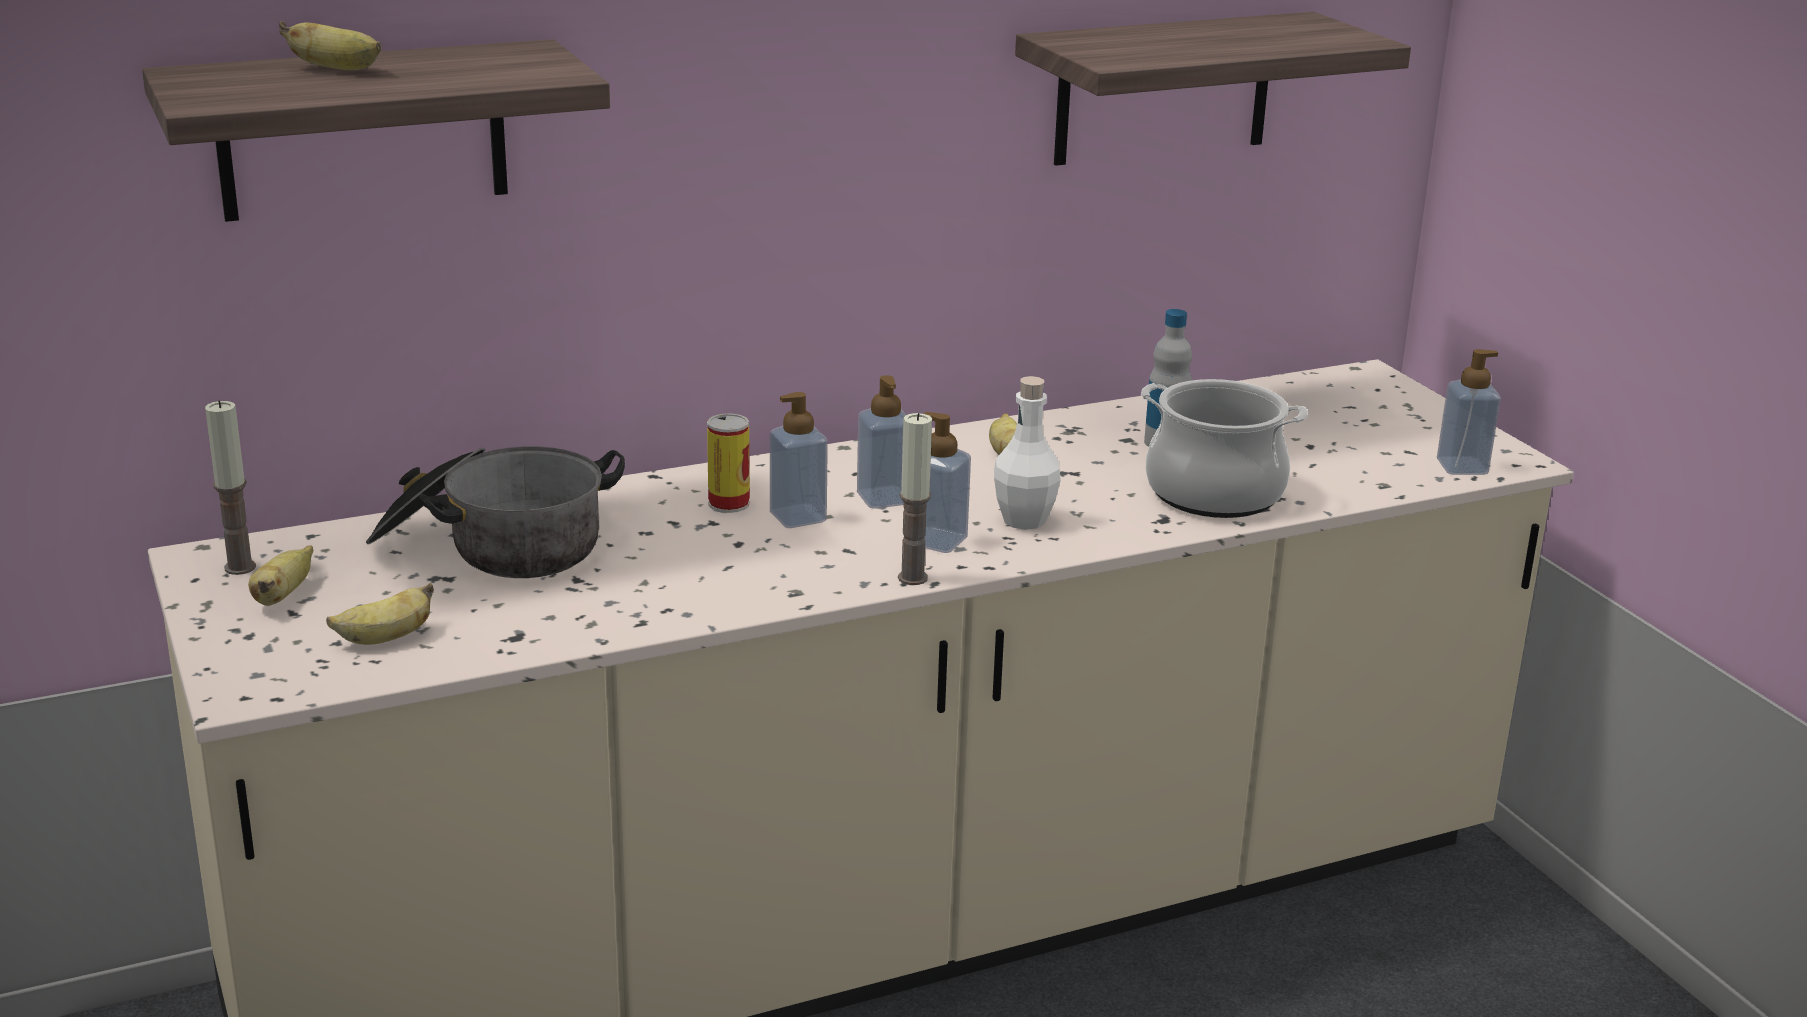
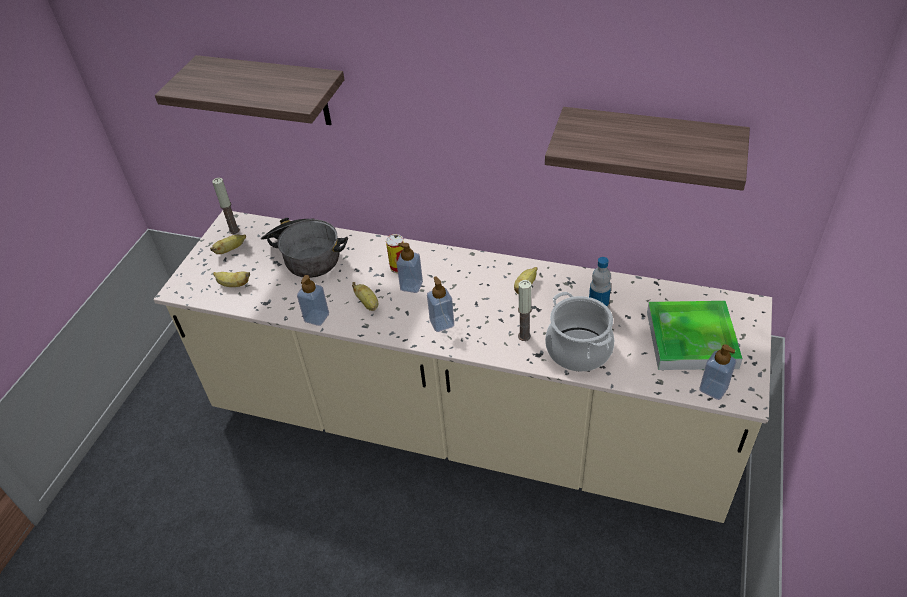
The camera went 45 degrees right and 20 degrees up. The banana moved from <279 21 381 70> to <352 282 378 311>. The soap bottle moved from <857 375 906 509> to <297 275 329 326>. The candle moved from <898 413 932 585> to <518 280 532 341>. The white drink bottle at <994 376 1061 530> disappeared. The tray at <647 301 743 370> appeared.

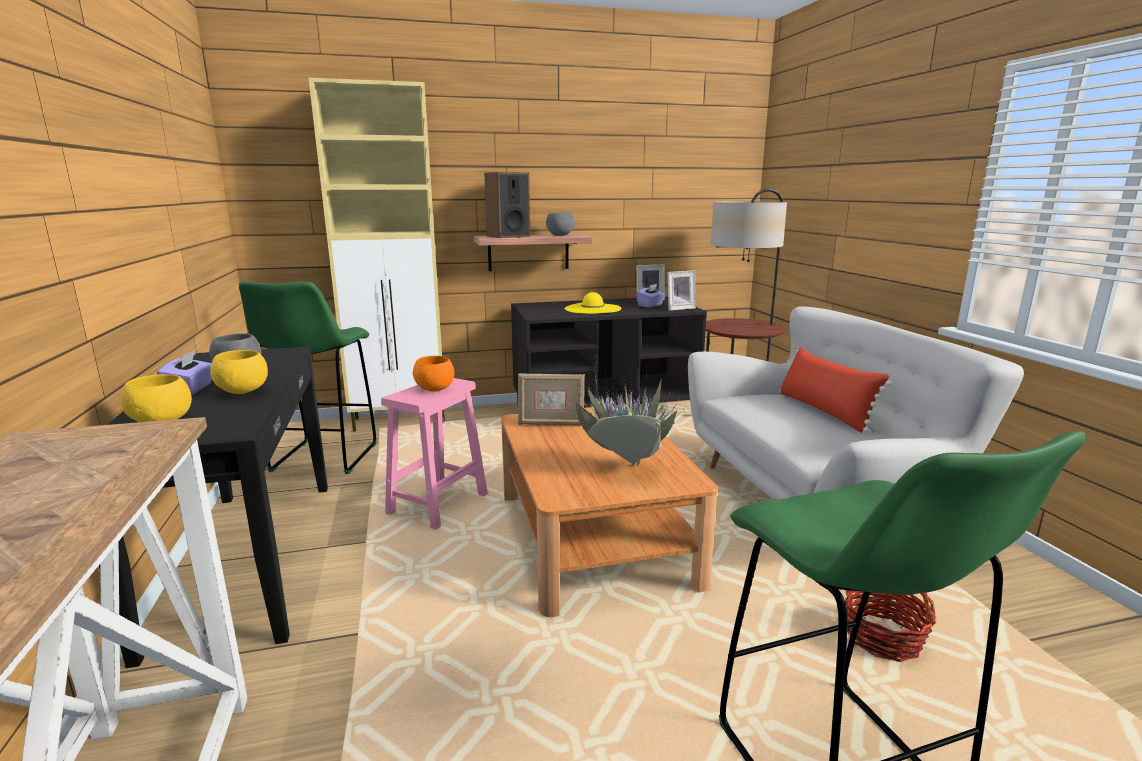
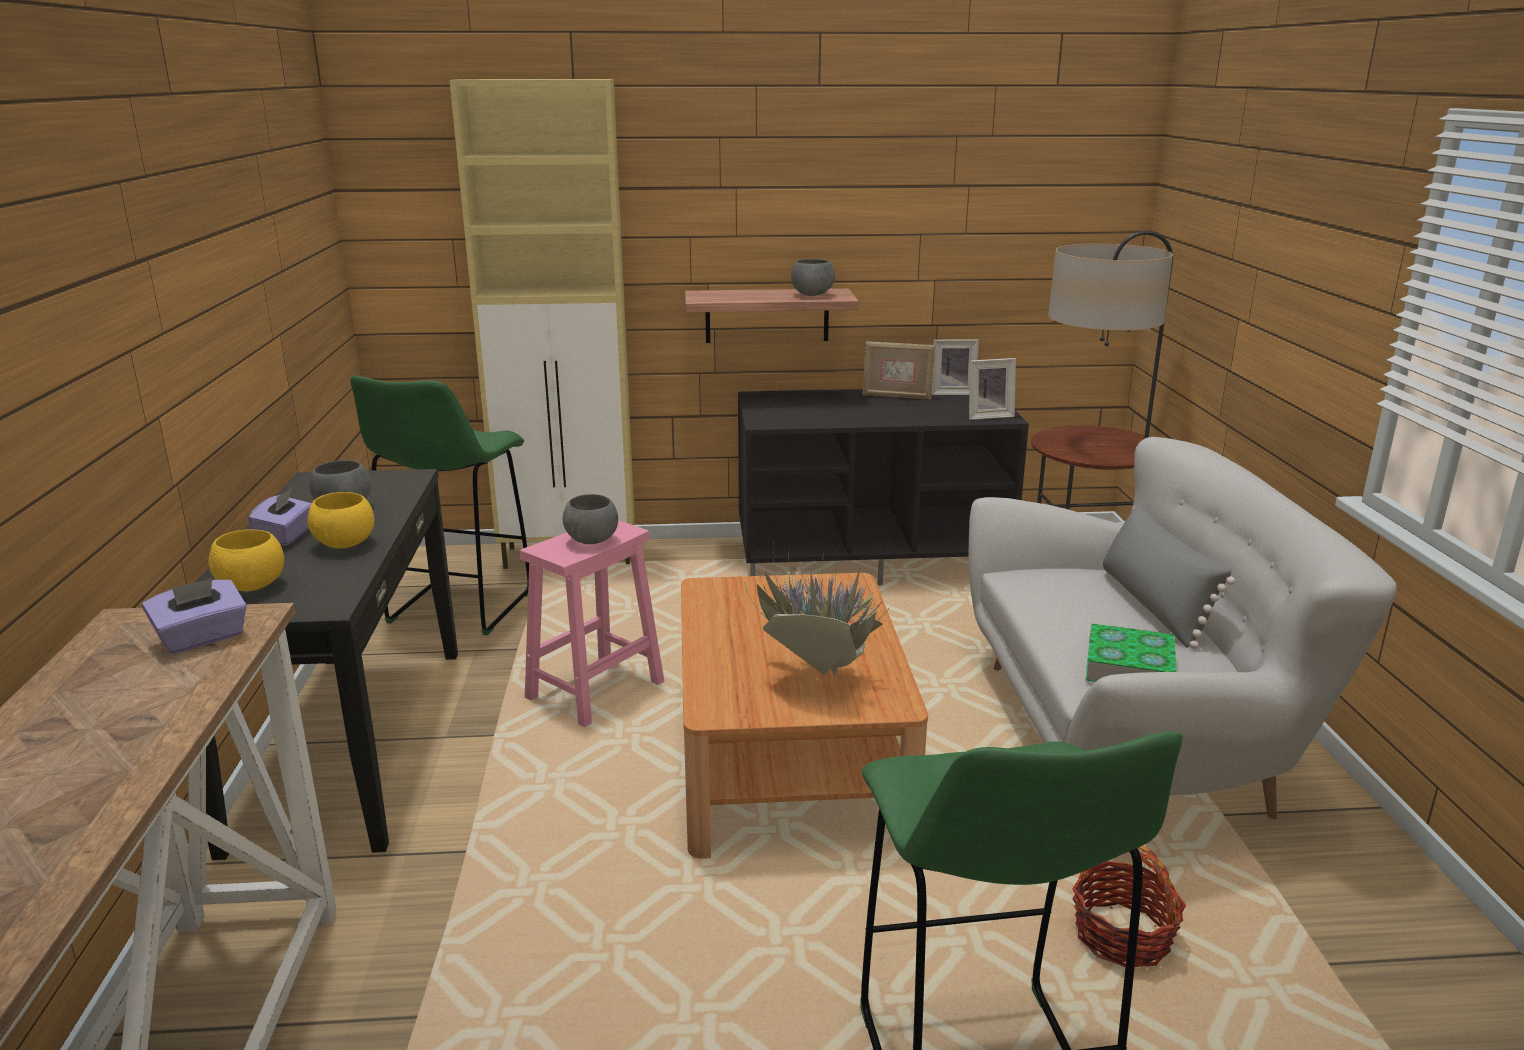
The camera went 10 degrees right and 5 degrees up. The orange serving bowl at <412 356 454 392> became the greyish serving bowl at <562 494 618 544>. The speaker at <484 172 530 238> disappeared. The picture frame moved from <518 373 585 426> to <862 341 935 400>. The yellow-coloured clothing hat at <564 292 621 314> disappeared. The purple-coloured tissue box moved from <636 284 665 308> to <142 578 247 654>. The red-coloured throw pillow at <779 347 892 433> became the greyish throw pillow at <1103 503 1235 649>. The book at <1086 623 1177 682> appeared.

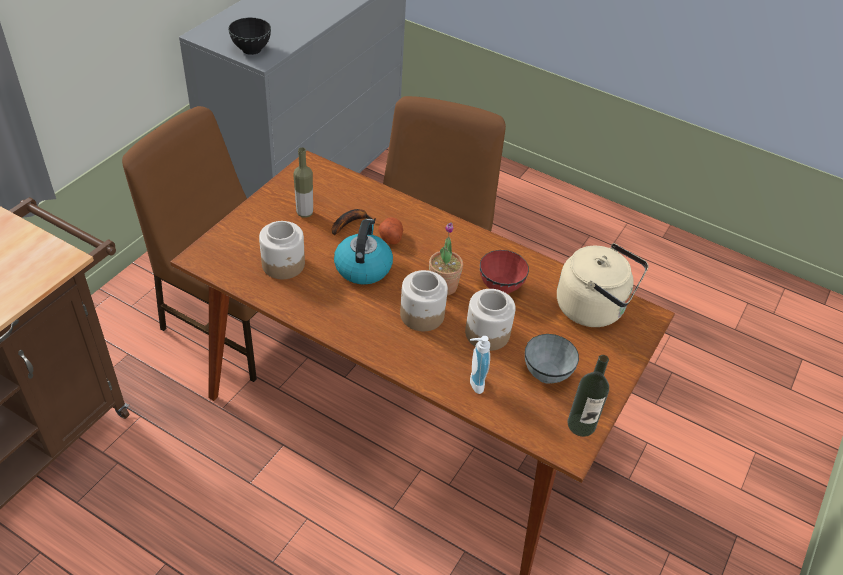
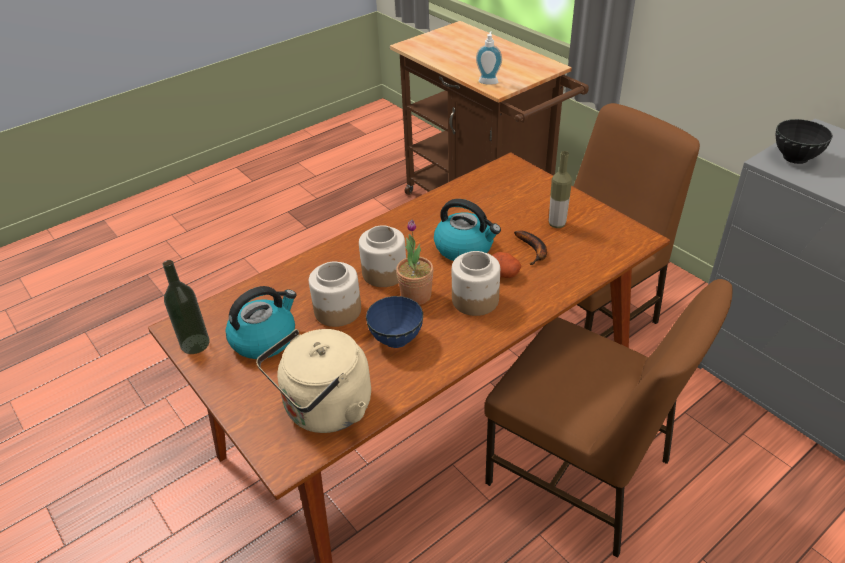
The camera went 115 degrees right and 5 degrees down. The preserve jar moved from <259 221 305 279> to <452 251 500 316>. The soap bottle moved from <470 336 490 394> to <476 31 502 85>. The red-coloured serving bowl at <480 250 529 294> became the blue serving bowl at <366 296 423 348>. The greyish serving bowl at <525 334 579 384> was replaced by the tea kettle at <226 286 297 359>.

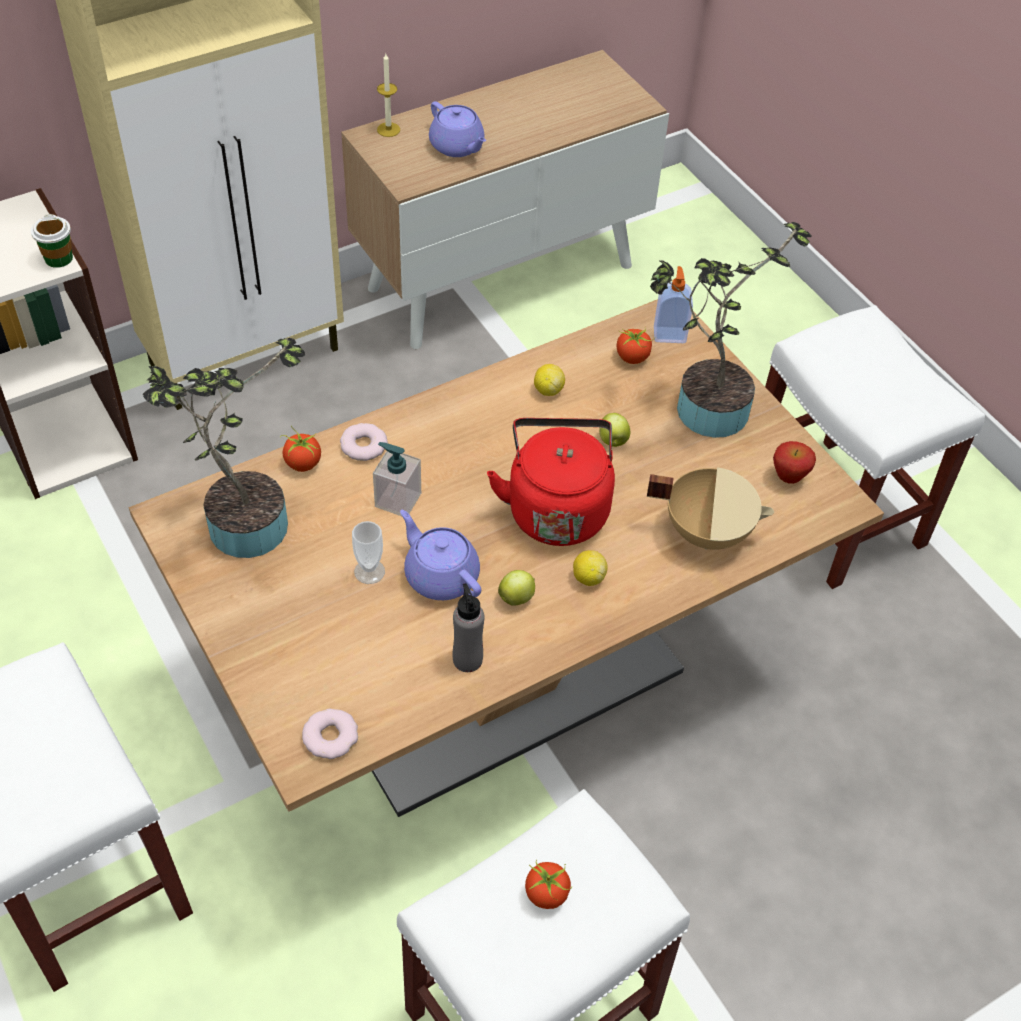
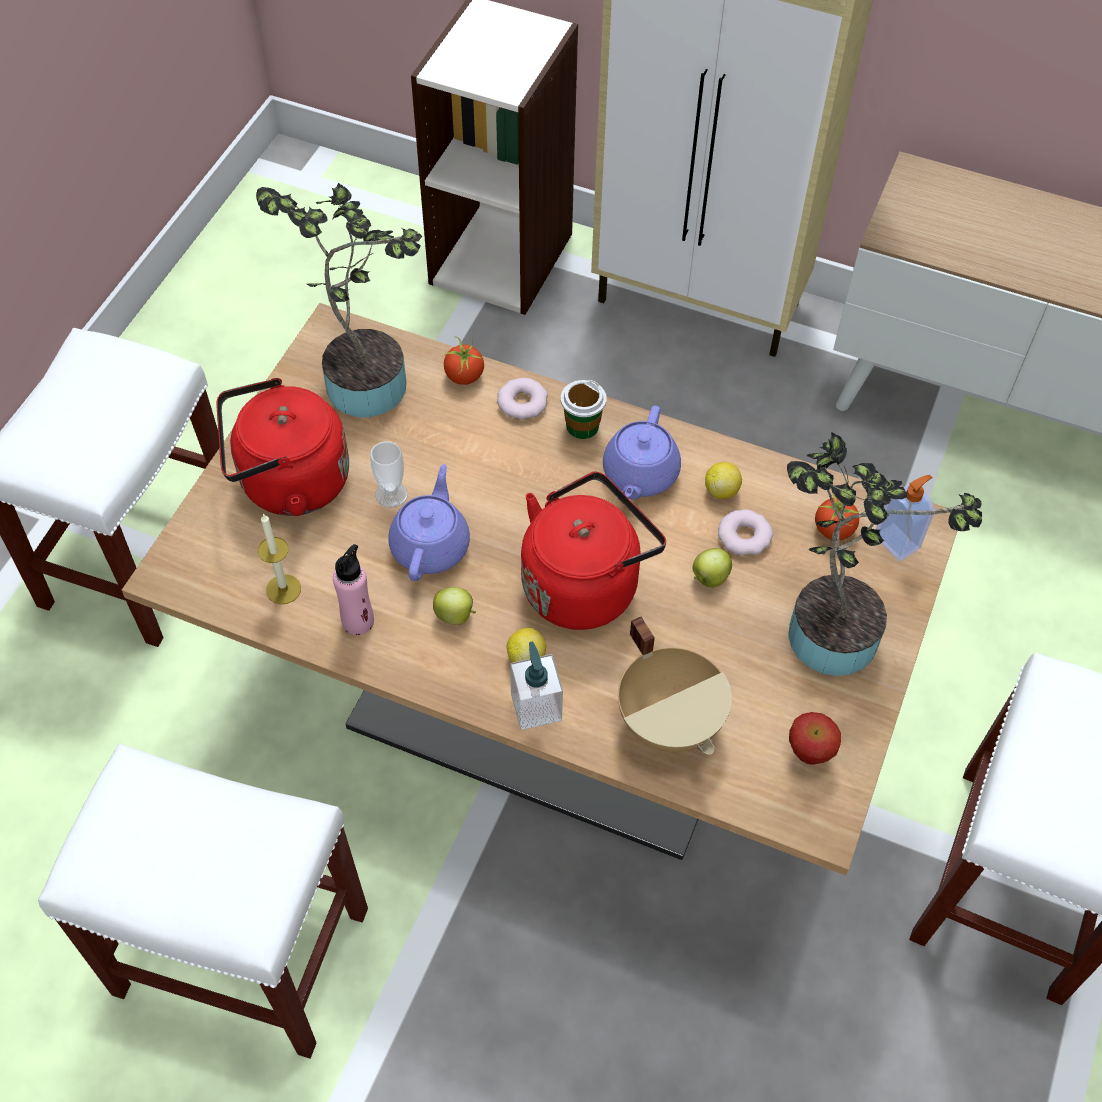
The camera went 55 degrees right and 5 degrees up. The cup moved from <31 214 73 268> to <561 380 607 439>. The doughnut moved from <302 709 358 759> to <718 509 773 556>. The soap bottle moved from <373 442 421 516> to <510 641 563 730>. The candle moved from <377 54 400 137> to <258 513 301 604>. The purple-coloured teapot moved from <429 101 486 157> to <603 406 681 500>. The greyish drink bottle at <452 583 485 672> became the pinkish drink bottle at <333 544 374 635>. The tomato at <525 860 572 909> disappeared. The red-coloured tea kettle at <216 378 349 516> appeared.

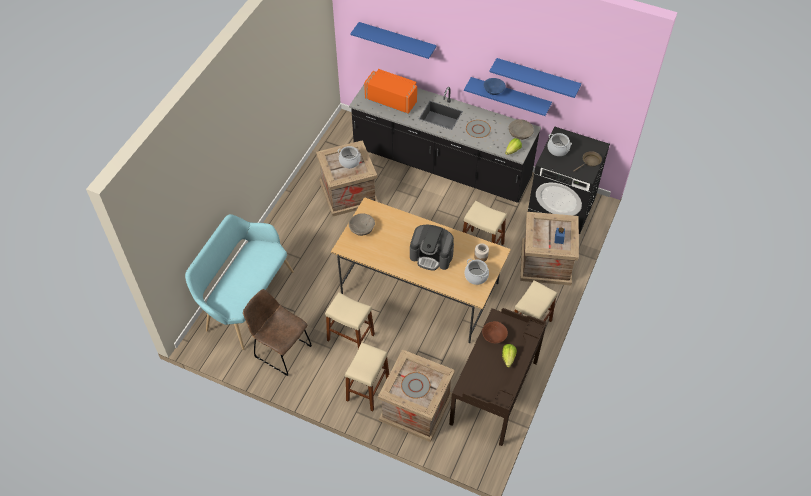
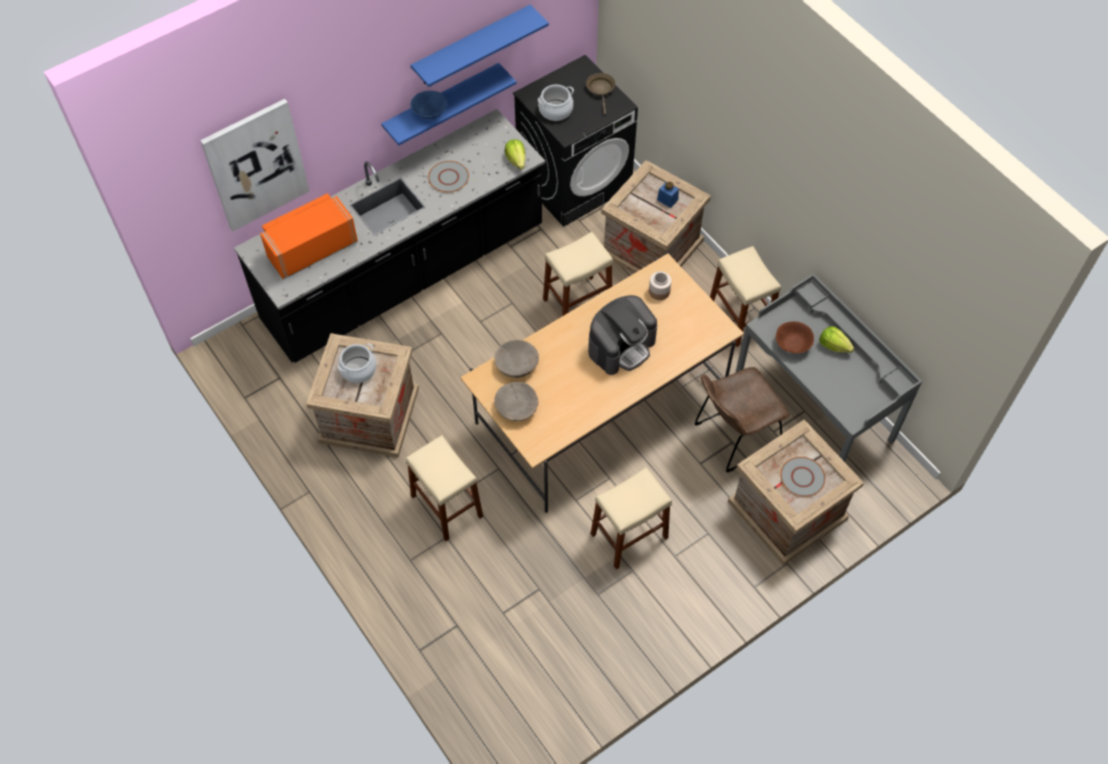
The camera went 60 degrees left and 5 degrees up. The turquoise-coloured long seat at <185 214 294 350> disappeared. The brownish upright chair moved from <243 289 312 376> to <694 367 789 473>. The beige-coloured stool moved from <345 343 389 411> to <406 435 483 541>. The blue bracket shelf at <350 22 437 59> was replaced by the wall art at <200 99 310 231>. The brownish desk at <449 308 547 446> became the greyish desk at <735 274 922 462>. The saucepot at <465 259 489 285> disappeared. The beige-coloured serving bowl moved from <509 119 534 140> to <494 340 539 378>.

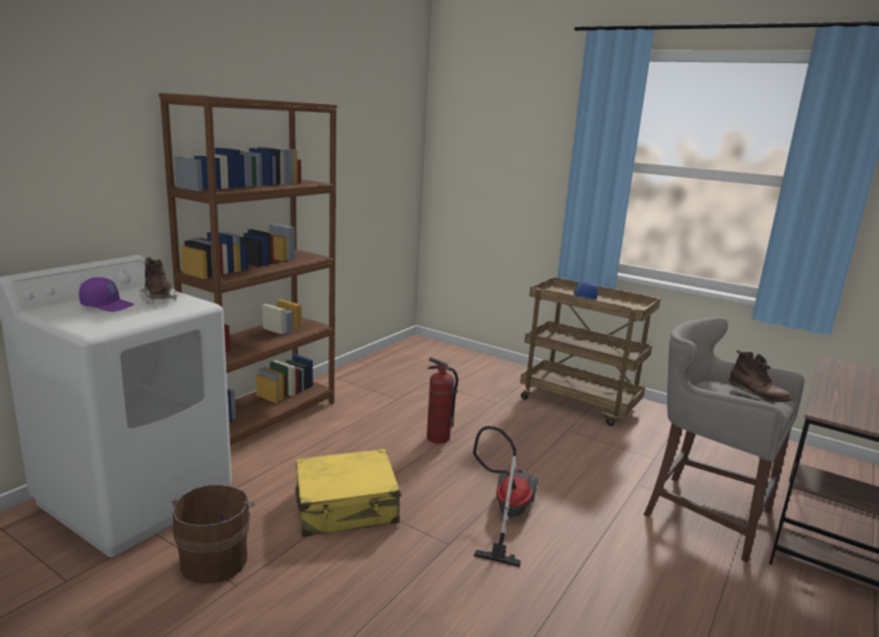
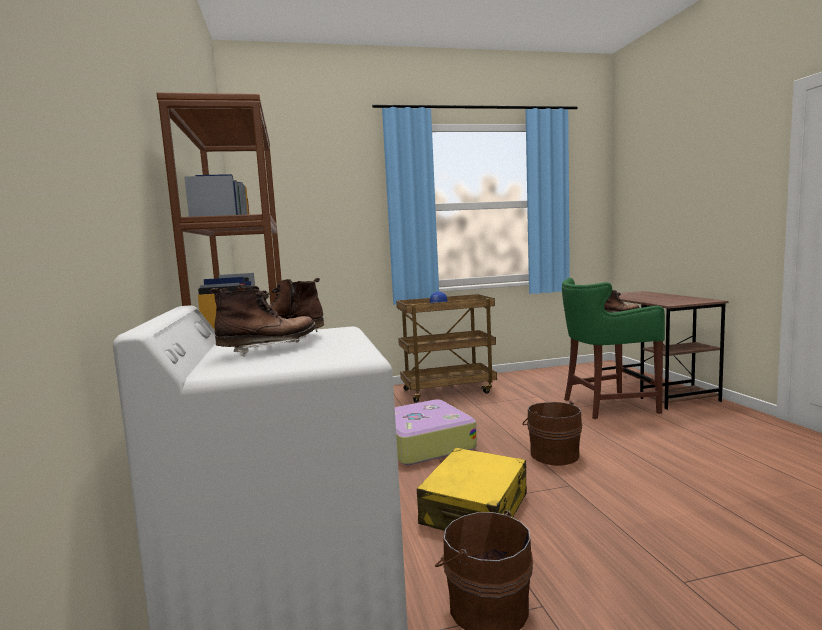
The camera went 45 degrees left and 10 degrees down. The purple-coloured peaked cap at <79 277 134 312> was replaced by the brownish boot at <210 284 316 357>. The fire extinguisher at <427 357 458 444> was replaced by the suitcase at <395 400 477 465>. The vacuum cleaner at <473 426 539 567> was replaced by the brownish bucket at <522 401 582 466>. The greyish stool at <644 317 804 563> became the green-coloured stool at <562 278 665 419>.

